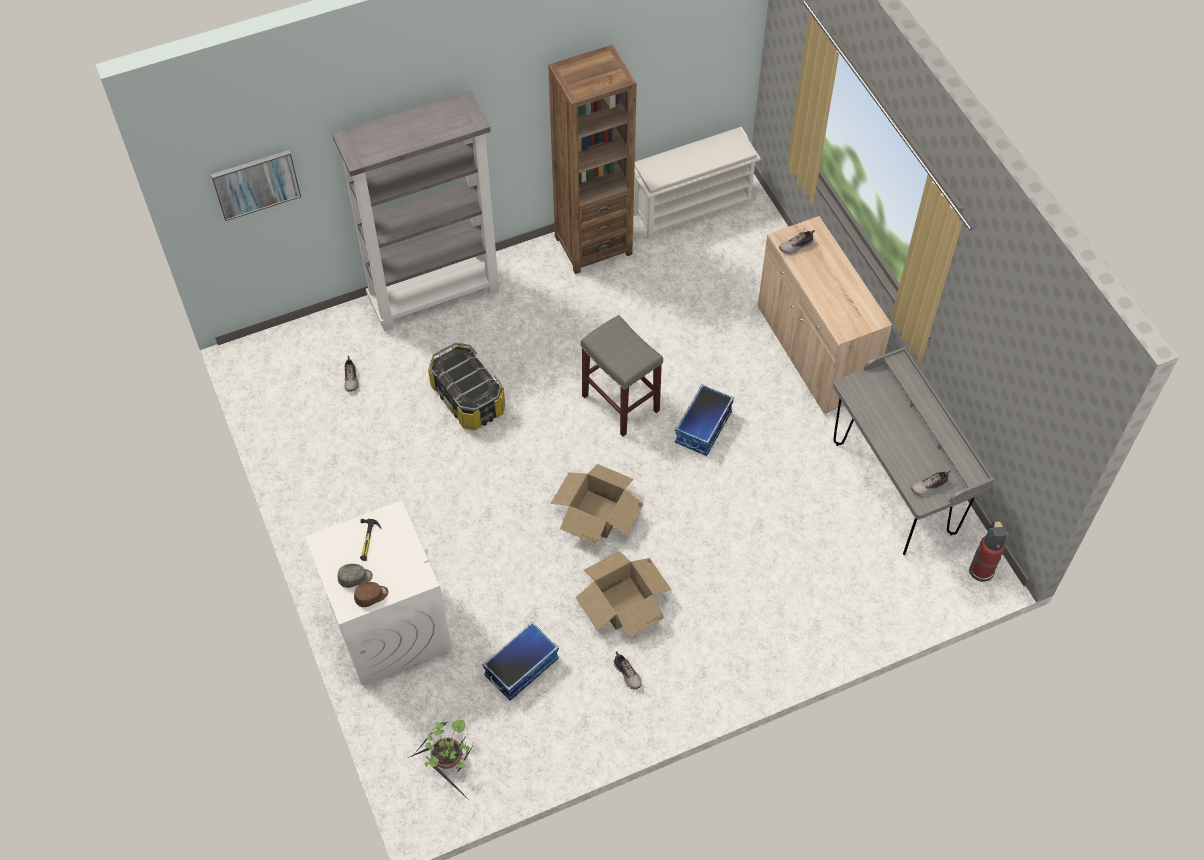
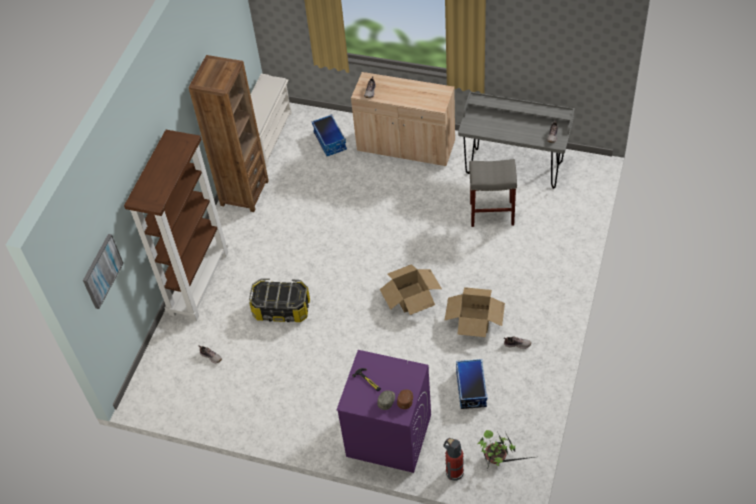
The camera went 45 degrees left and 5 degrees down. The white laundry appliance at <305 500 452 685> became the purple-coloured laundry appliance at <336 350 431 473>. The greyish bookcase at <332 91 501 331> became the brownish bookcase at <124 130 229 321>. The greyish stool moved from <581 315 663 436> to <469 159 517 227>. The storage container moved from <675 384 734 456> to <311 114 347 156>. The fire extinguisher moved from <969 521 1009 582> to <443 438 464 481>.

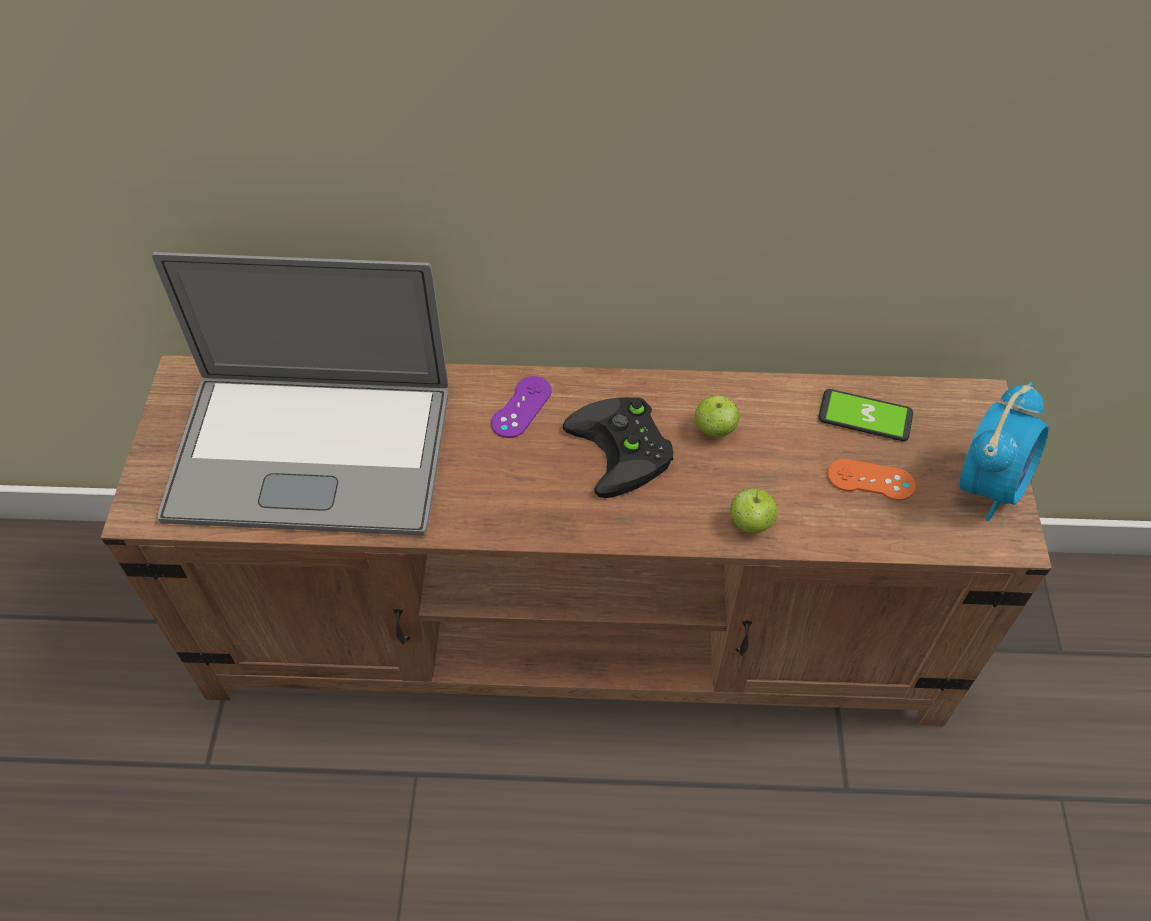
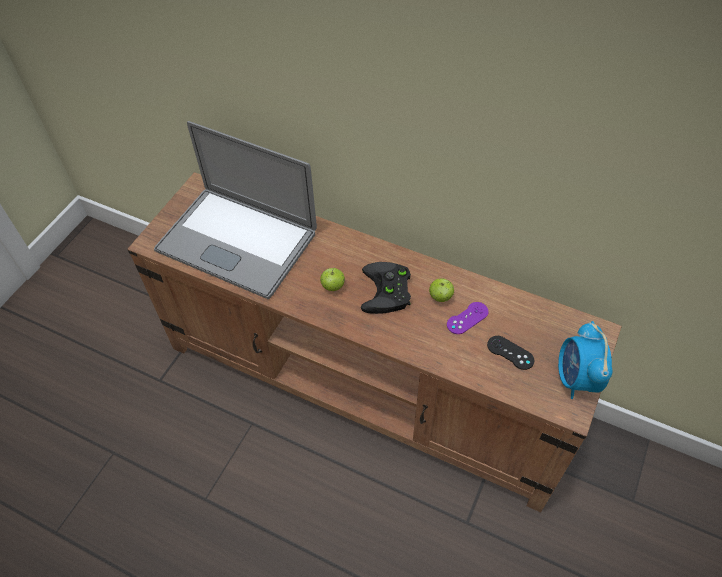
The camera went 25 degrees right and 0 degrees up. The purple-coloured joypad moved from <491 376 552 438> to <447 302 489 334>. The whole apple moved from <730 488 778 533> to <320 268 345 291>. The telephone at <818 389 913 441> disappeared. The orange joypad at <827 459 916 501> became the black joypad at <487 336 534 370>. The alarm clock at <960 382 1049 521> turned 120 degrees clockwise.

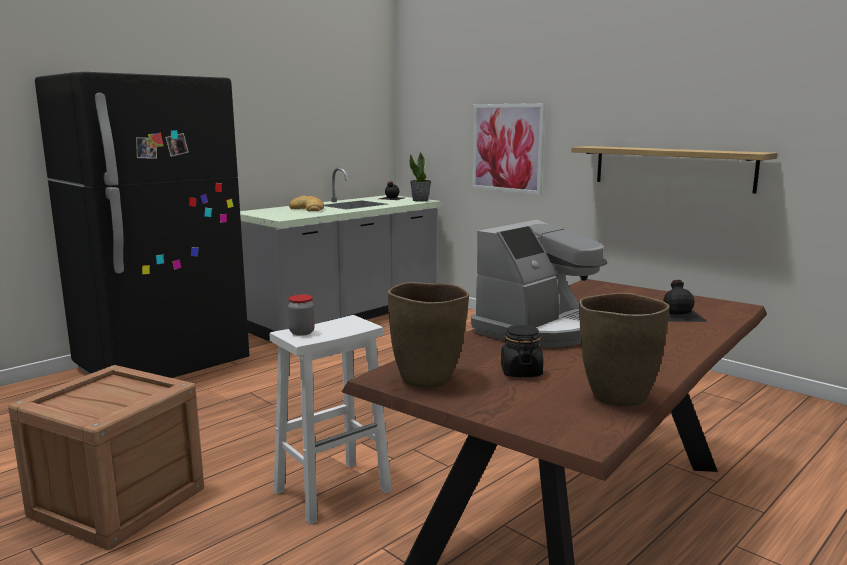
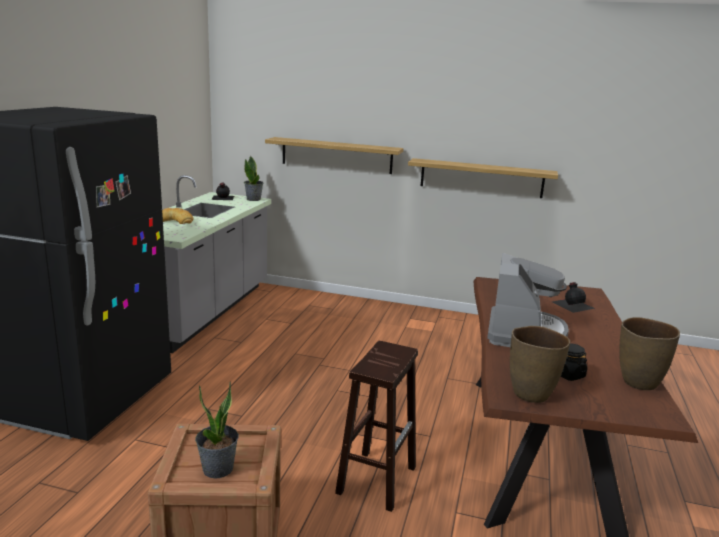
The camera went 30 degrees left and 5 degrees up. The white stool at <270 315 392 525> became the brownish stool at <335 341 418 512>. The preserve jar at <288 295 315 336> disappeared. The wall art at <472 103 545 195> was replaced by the bracket shelf at <265 137 403 174>. The plant in a pot at <195 382 239 479> appeared.

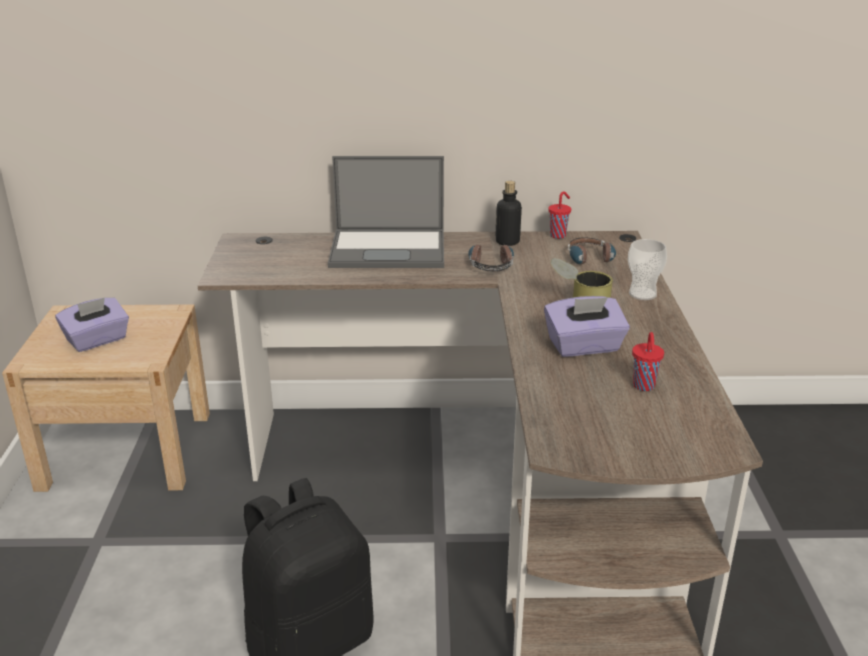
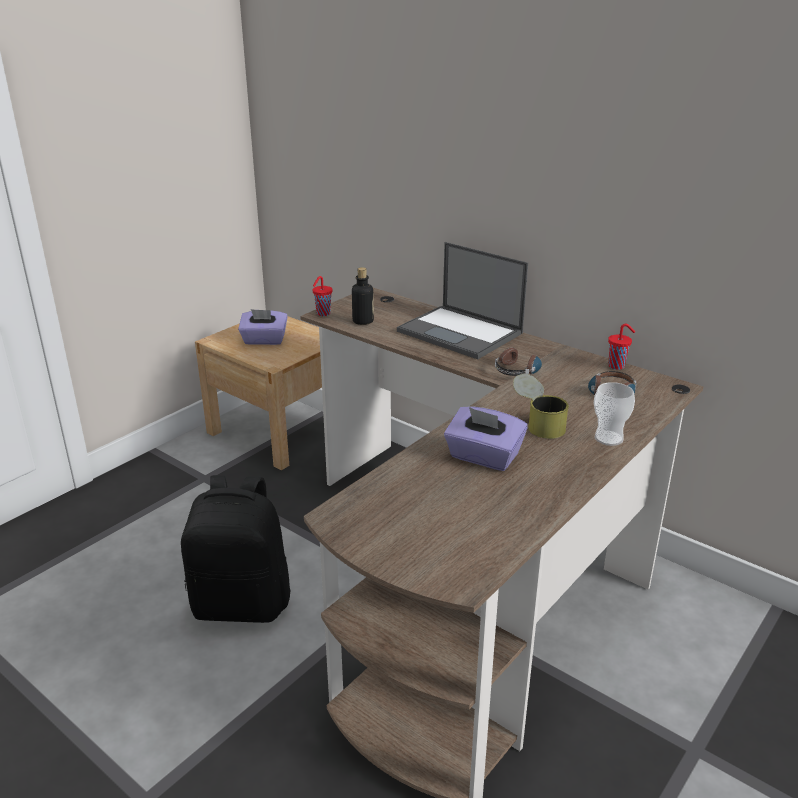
The camera went 40 degrees right and 0 degrees up. The drink bottle moved from <495 181 522 246> to <352 267 374 325>. The red-coloured cup moved from <632 332 664 391> to <312 276 332 316>.

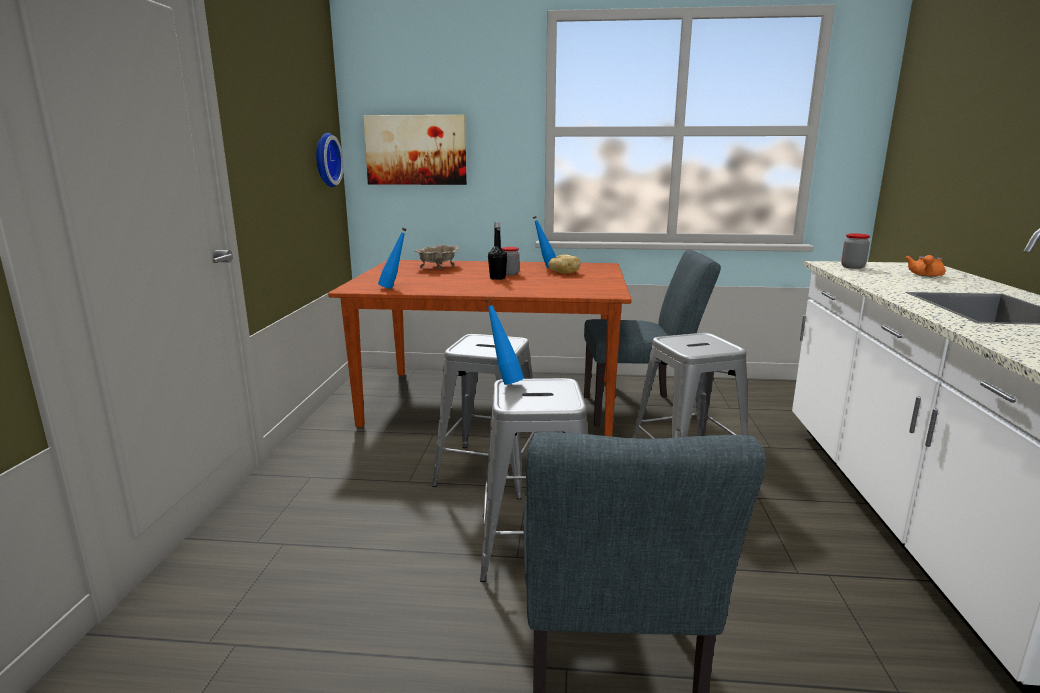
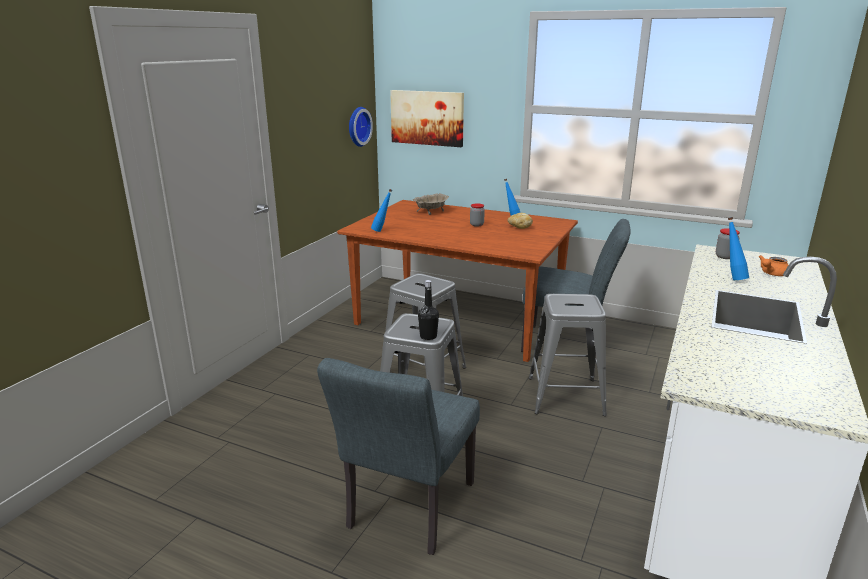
The camera went 20 degrees right and 5 degrees up. The blue drink bottle moved from <485 299 524 385> to <728 217 749 280>. The black drink bottle moved from <488 222 507 280> to <418 280 439 340>.

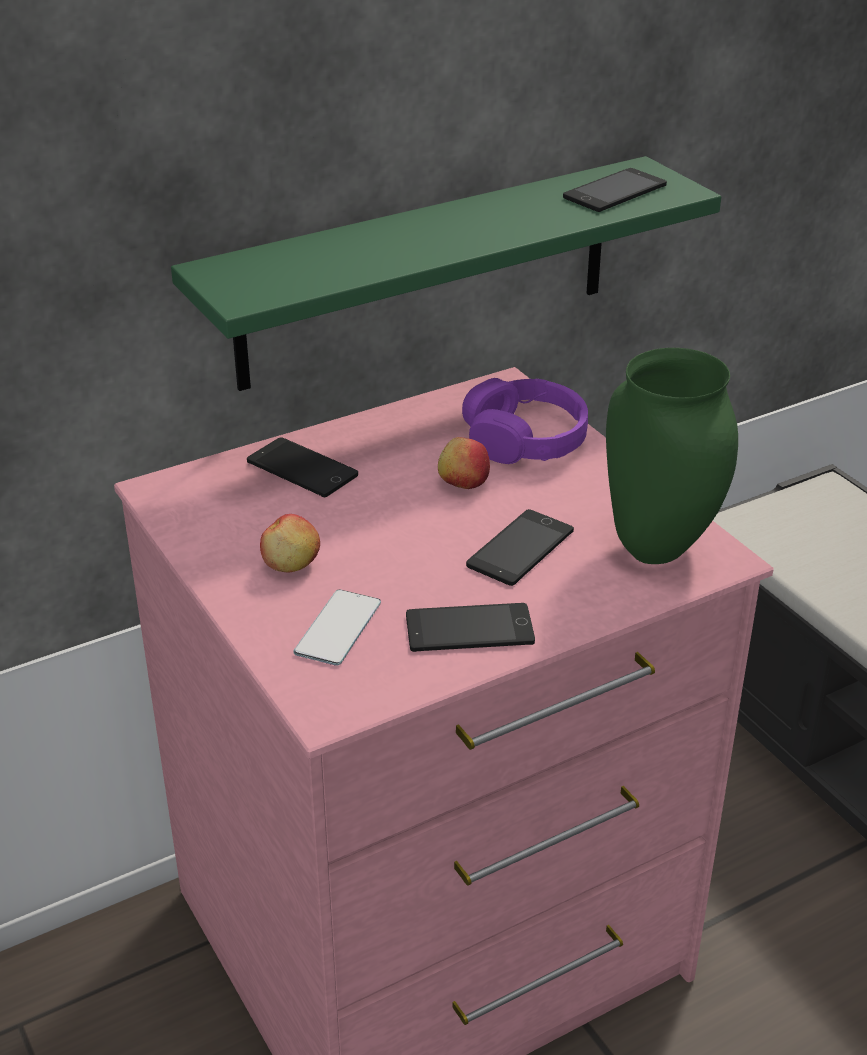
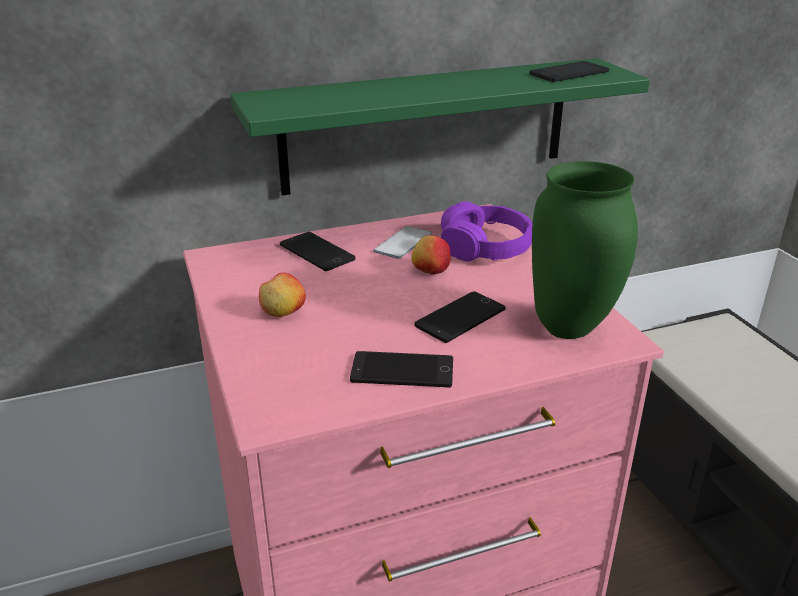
The camera went 10 degrees right and 5 degrees down. The telephone moved from <293 590 381 666> to <373 226 432 259>.

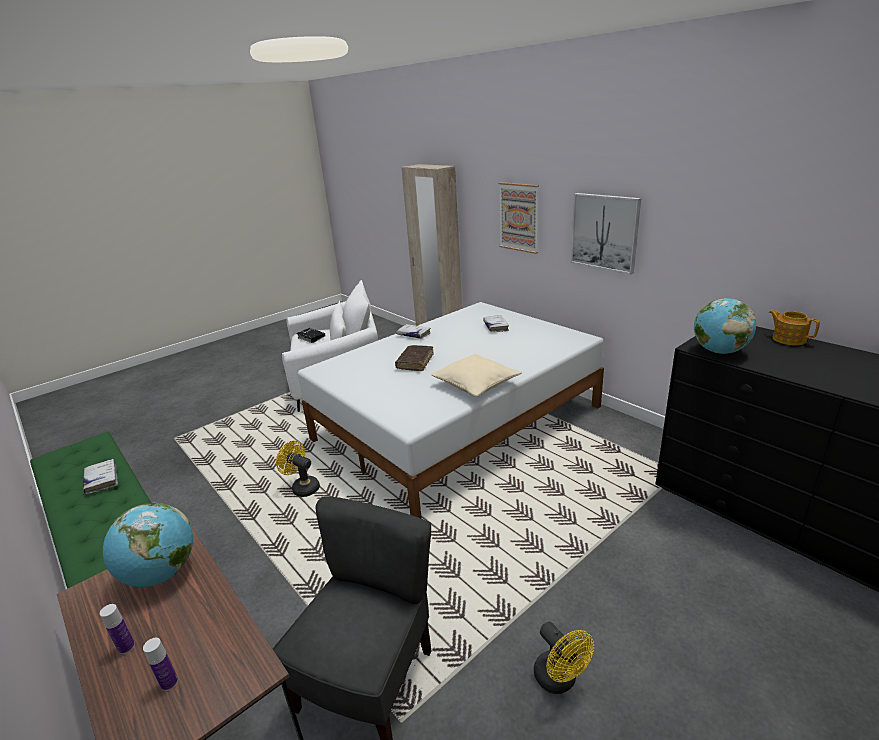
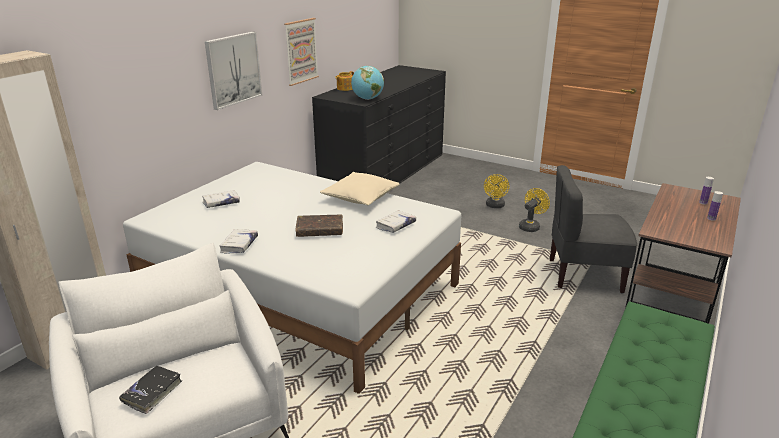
The camera went 110 degrees left and 0 degrees up. The white book moved from <83 459 118 494> to <376 210 416 233>. The desk globe at <103 503 193 587> disappeared. The yellow-coloured fan moved from <276 441 320 497> to <484 174 509 208>. The wall art moved from <499 182 539 254> to <284 18 319 86>.

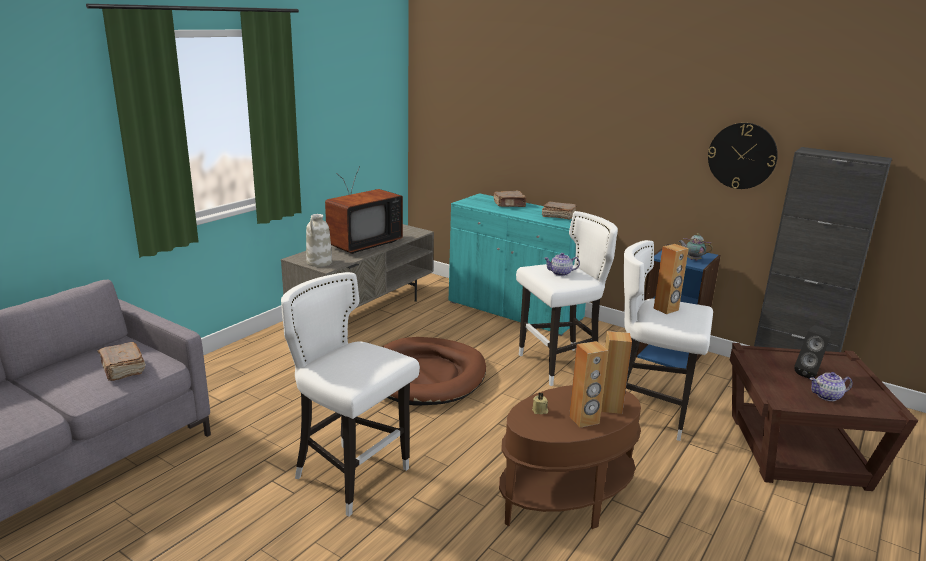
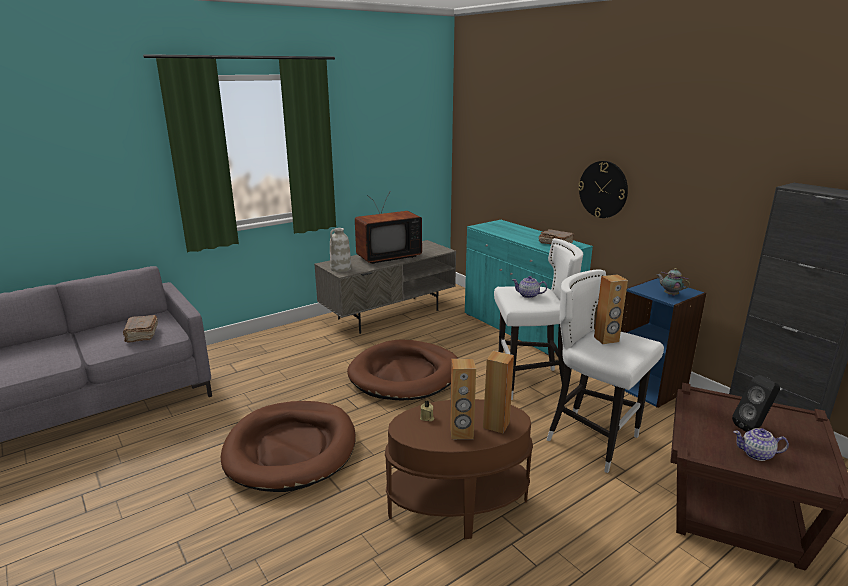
The camera went 20 degrees right and 0 degrees up. The white stool at <281 272 420 517> was replaced by the brownish dog cushion at <221 401 356 492>. The brownish book at <493 191 527 207> disappeared. The clock on the wall moved from <708 123 778 189> to <578 161 628 218>.

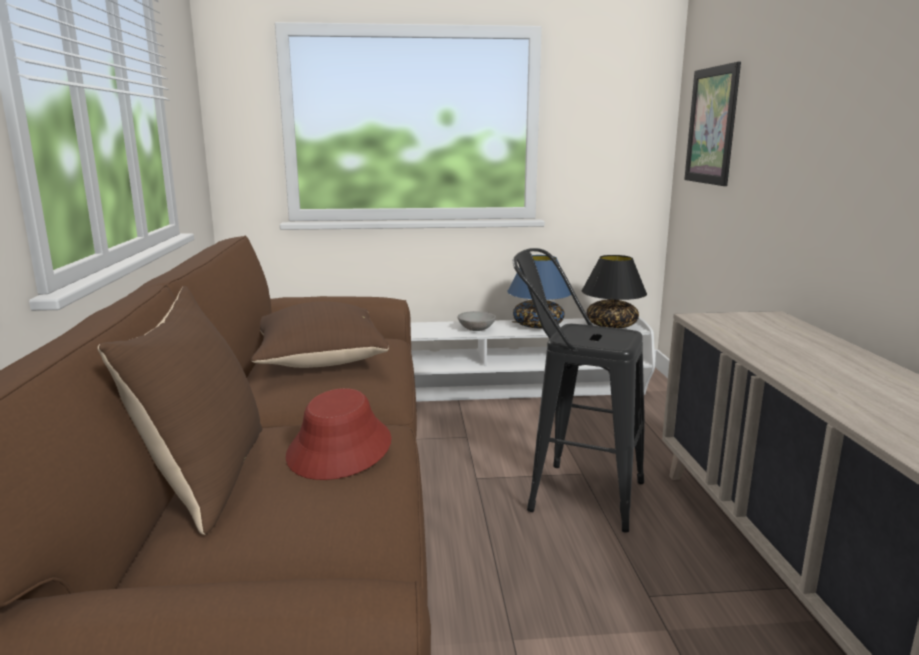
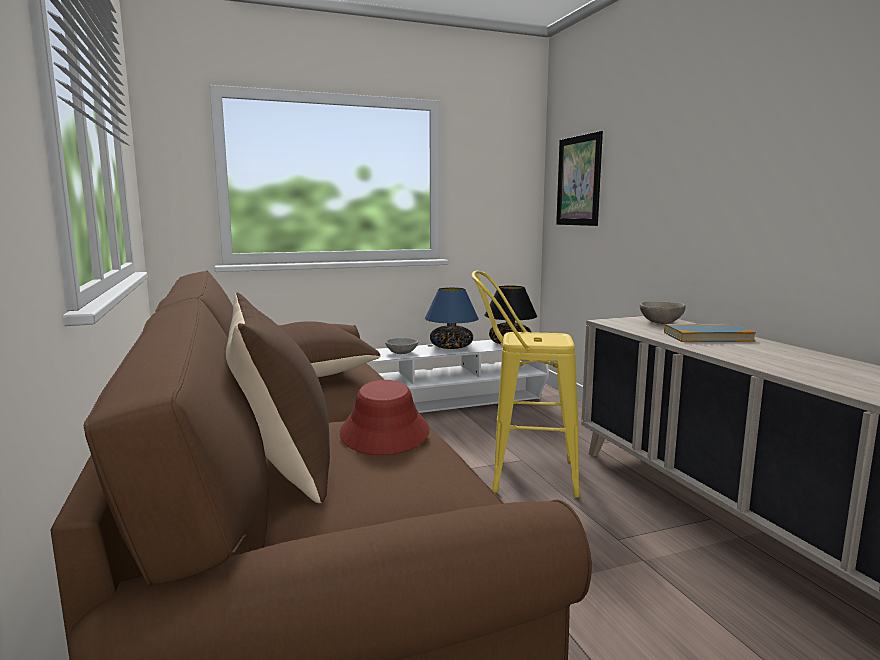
The camera went 15 degrees left and 5 degrees down. The black stool at <513 248 645 533> became the yellow-coloured stool at <472 271 580 497>. The beige-coloured serving bowl at <640 302 686 324> appeared. The book at <664 324 756 342> appeared.

